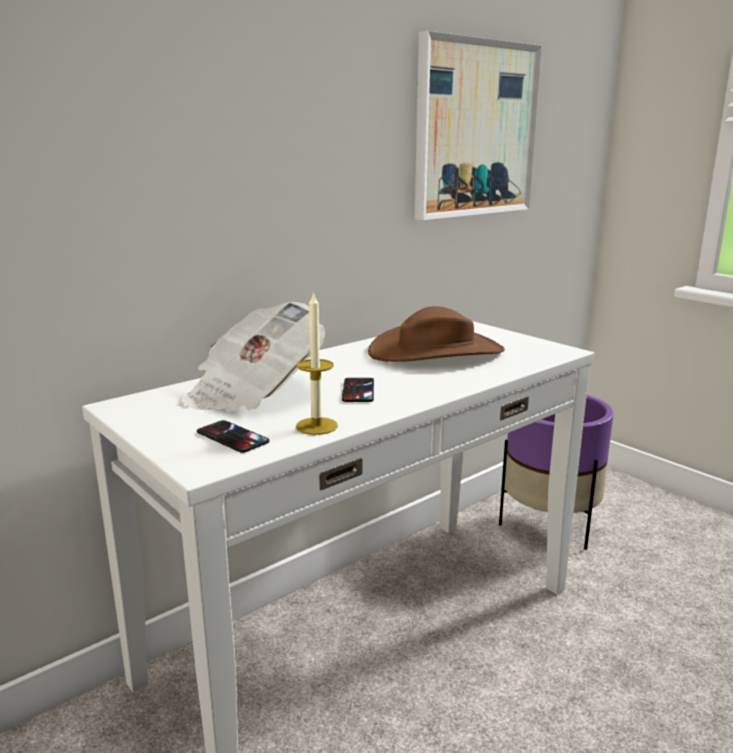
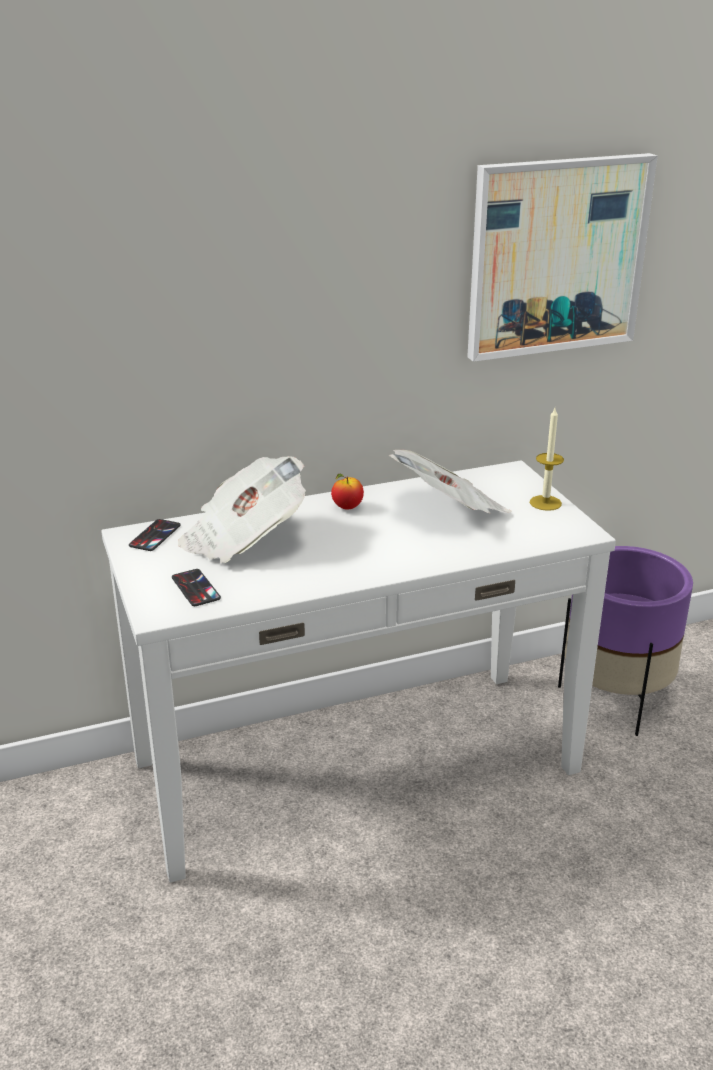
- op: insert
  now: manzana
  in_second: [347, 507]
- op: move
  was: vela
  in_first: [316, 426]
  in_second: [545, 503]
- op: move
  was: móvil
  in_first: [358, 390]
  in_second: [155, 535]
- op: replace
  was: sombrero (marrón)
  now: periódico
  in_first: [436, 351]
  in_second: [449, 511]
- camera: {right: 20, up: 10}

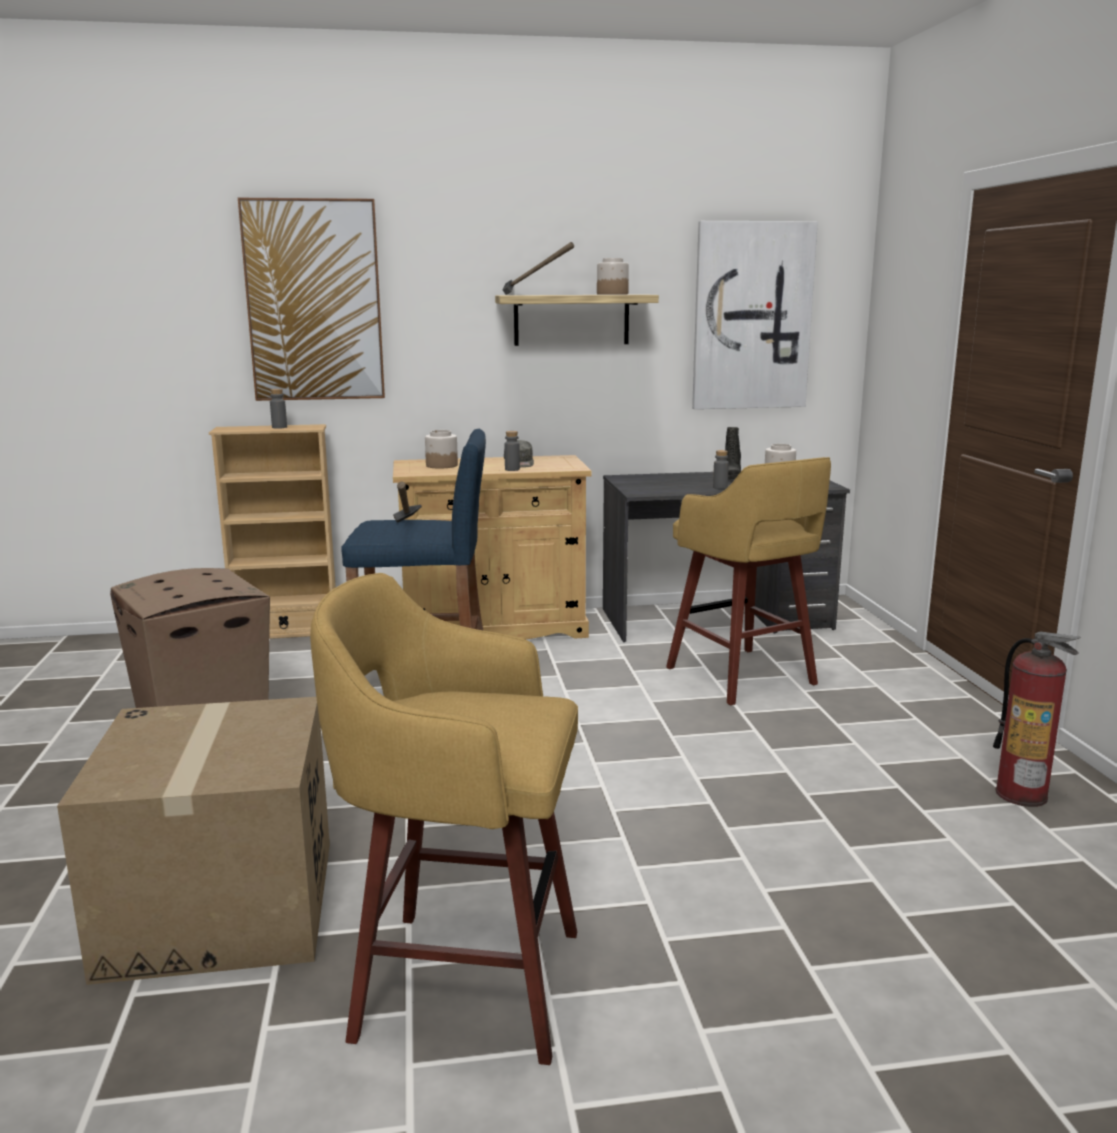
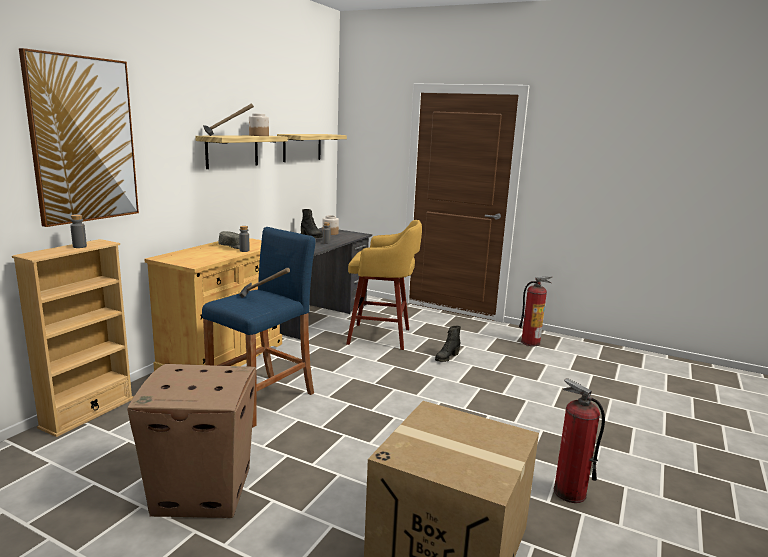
- op: delete
  was: tarro
  in_first: [441, 465]
- op: insert
  now: bota (negro)
  in_second: [446, 357]
- op: replace
  was: taburete (amarillo)
  now: extintor
  in_first: [461, 982]
  in_second: [569, 492]
- op: replace
  was: cuadro
  now: estante
  in_first: [752, 316]
  in_second: [302, 147]
- camera: {right: -55, up: 0}

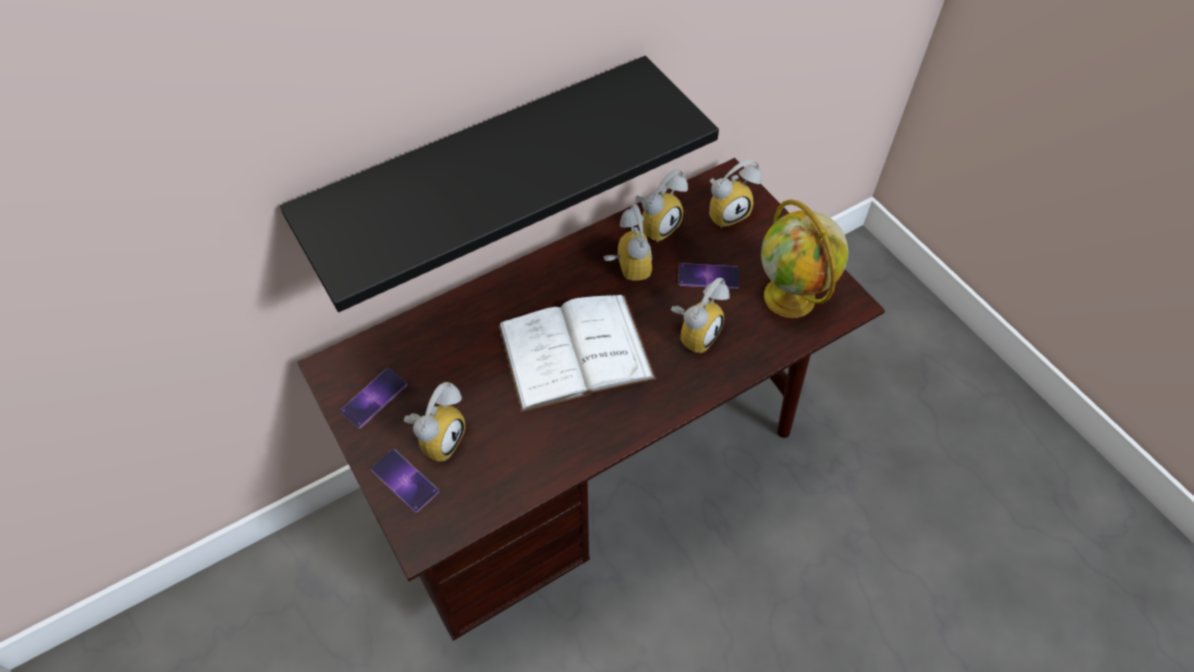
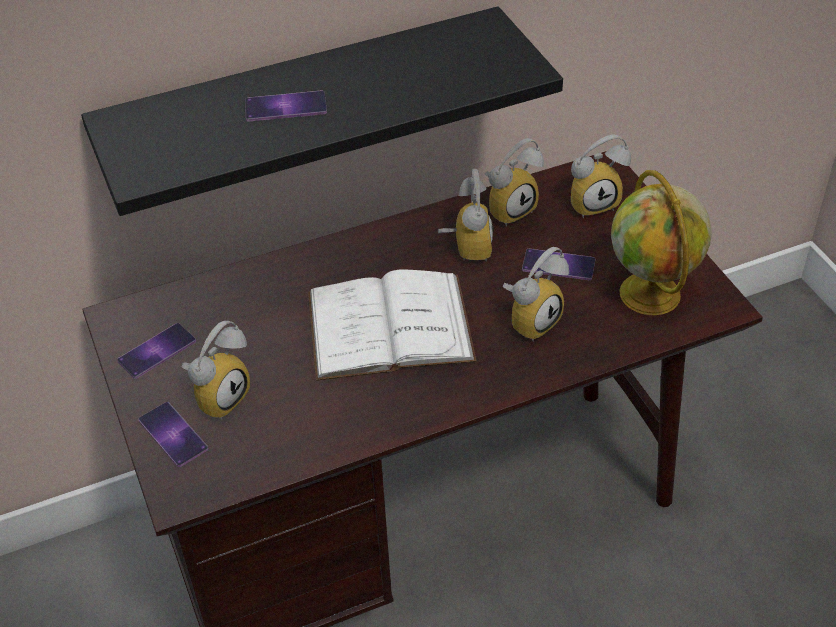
- op: insert
  now: móvil
  in_second: [285, 107]
- camera: {right: 10, up: -10}

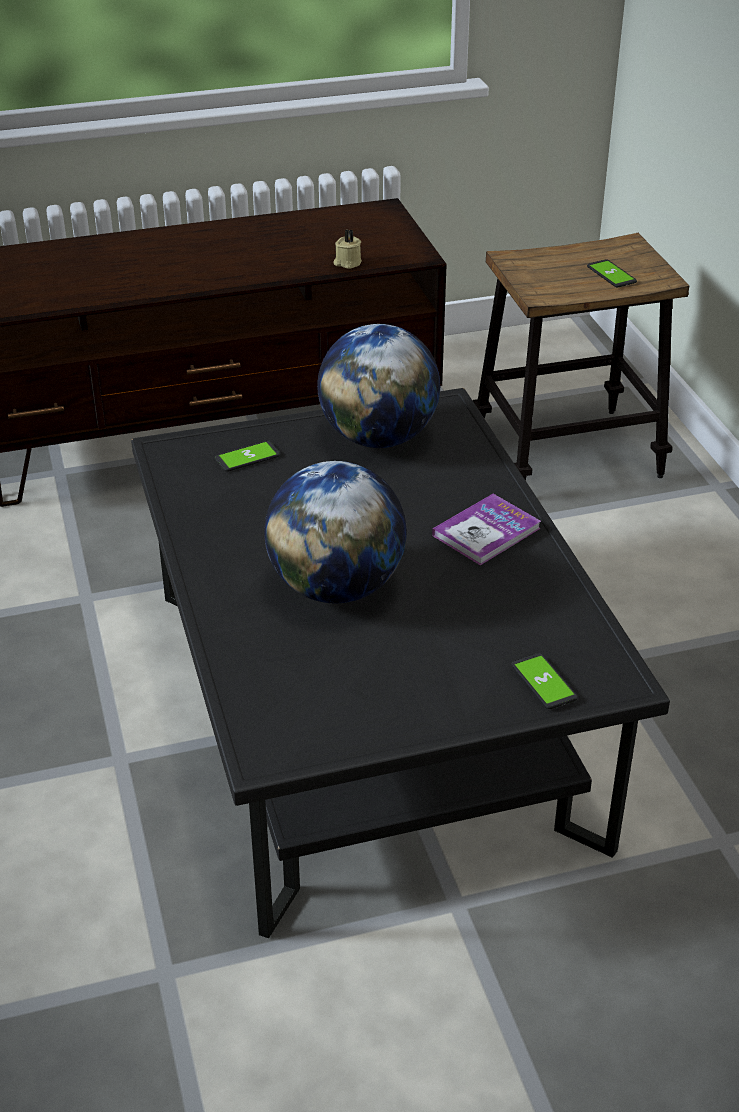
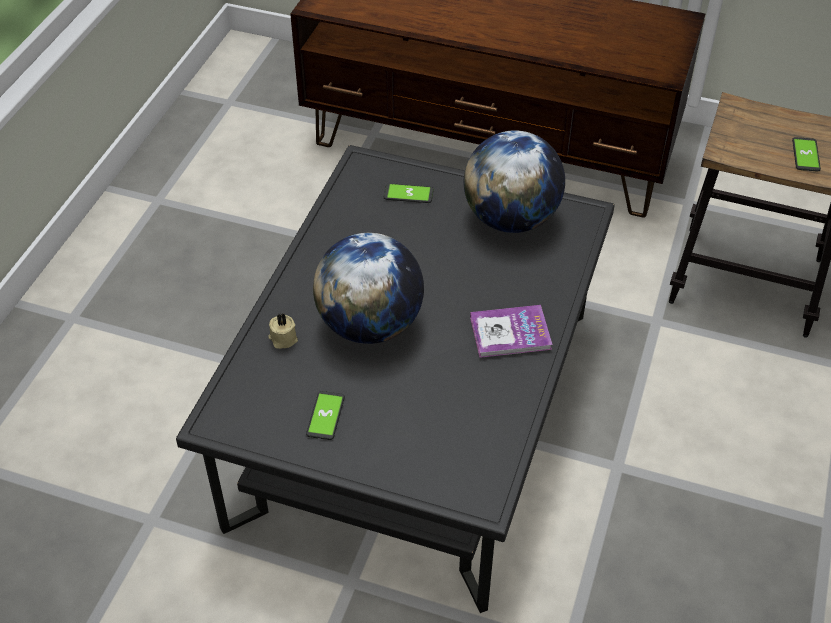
- op: move
  was: vela (beis)
  in_first: [347, 263]
  in_second: [283, 339]
- op: move
  was: móvil
  in_first: [544, 682]
  in_second: [325, 416]
- camera: {right: 35, up: 10}

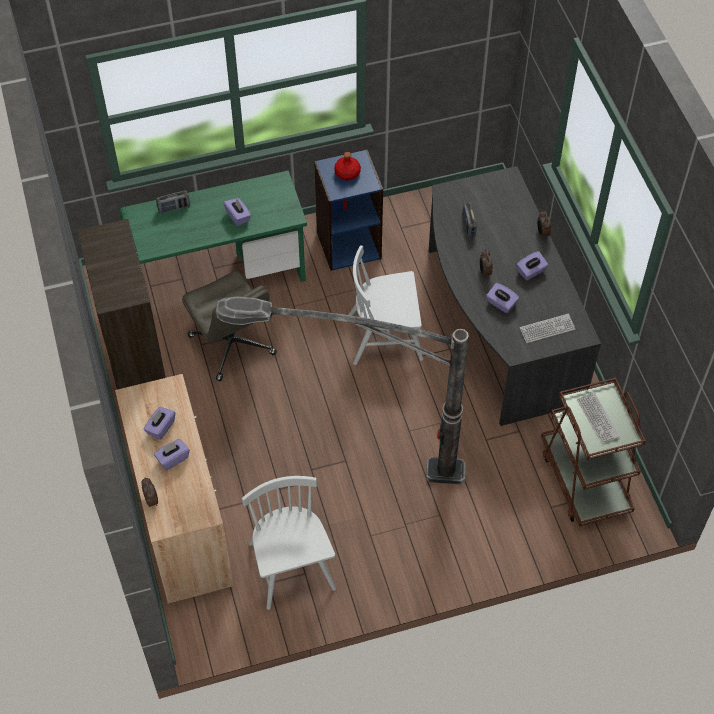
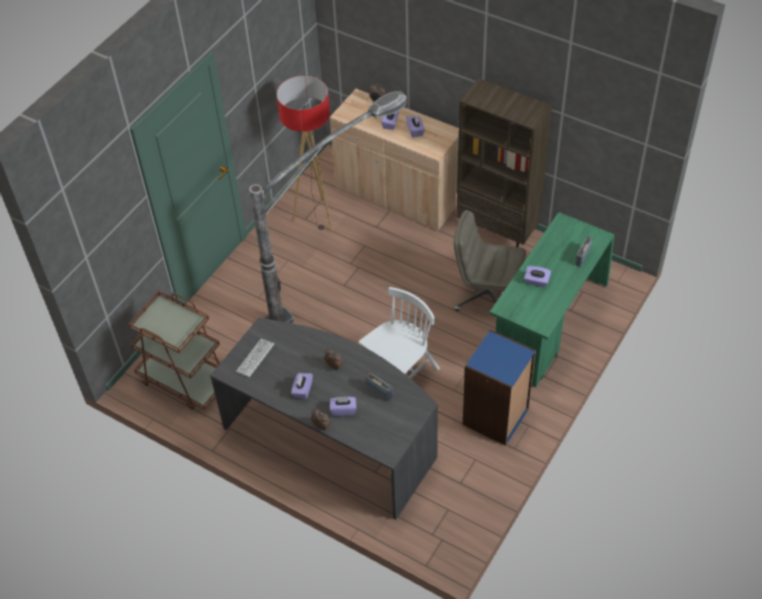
- op: delete
  was: botella (rojo)
  in_first: [347, 172]
- op: delete
  was: teclado
  in_first: [597, 418]
- op: move
  was: caja de pañuelos (morado)
  in_first: [501, 304]
  in_second: [343, 410]
- op: replace
  was: silla (blanco)
  now: lámpara de pie
  in_first: [291, 567]
  in_second: [315, 217]
- camera: {right: 140, up: -5}

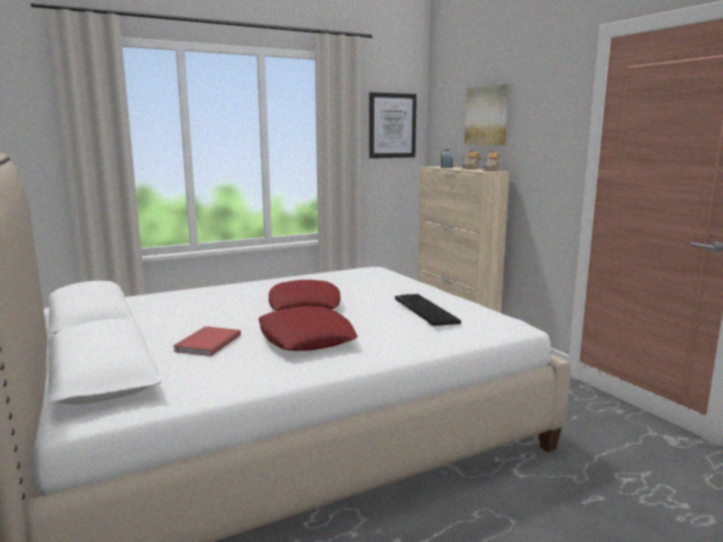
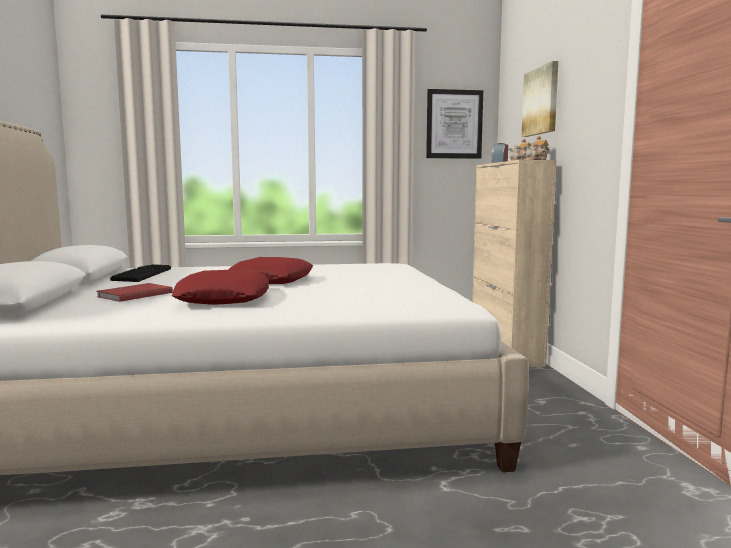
- op: move
  was: teclado
  in_first: [423, 311]
  in_second: [141, 274]
- camera: {right: 20, up: -5}

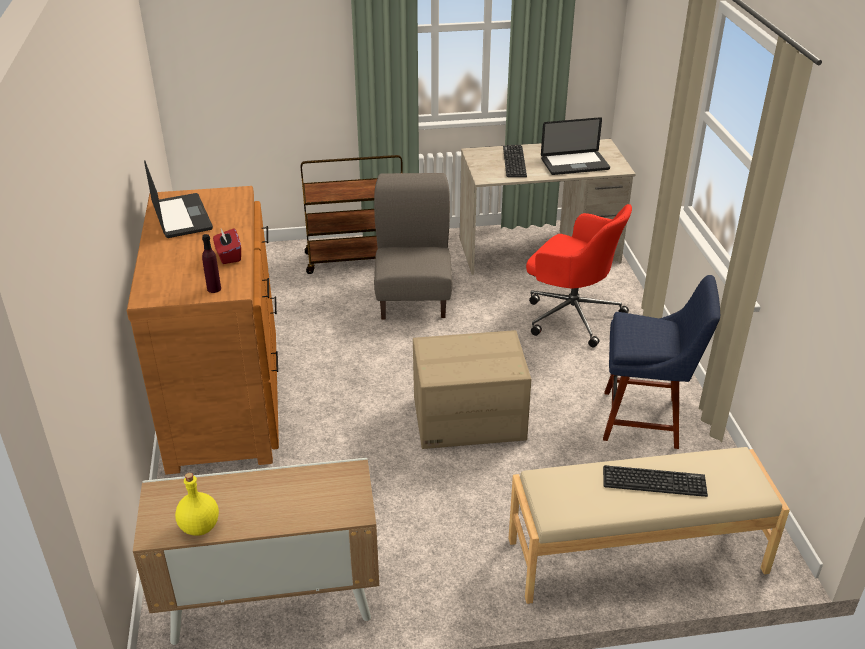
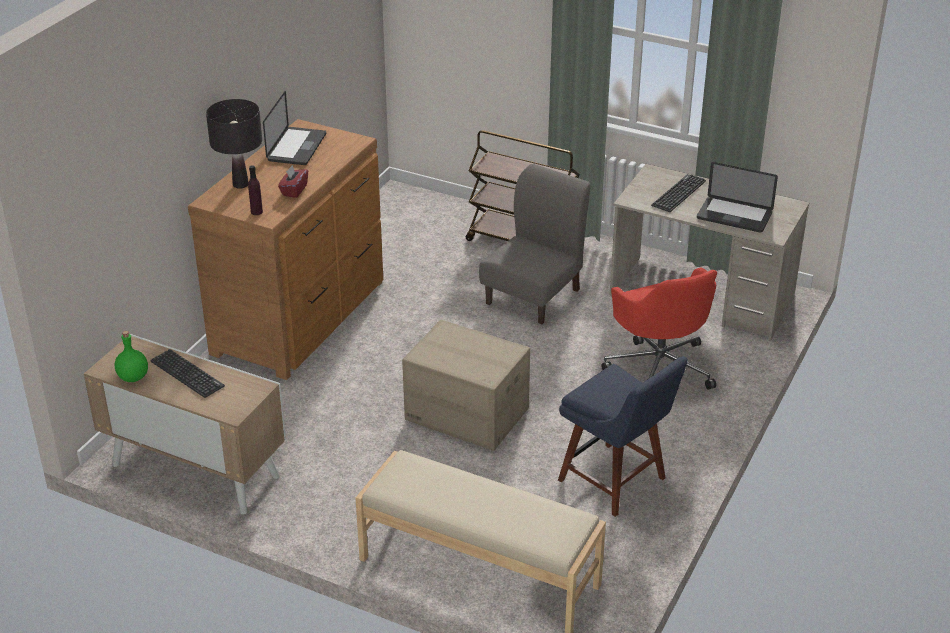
- op: insert
  now: lámpara de mesa (negro)
  in_second: [240, 185]
- op: move
  was: teclado
  in_first: [654, 481]
  in_second: [187, 374]
- op: recolor
  was: botella (amarillo)
  now: botella (verde)
  in_first: [199, 526]
  in_second: [133, 377]
- camera: {right: 35, up: 0}

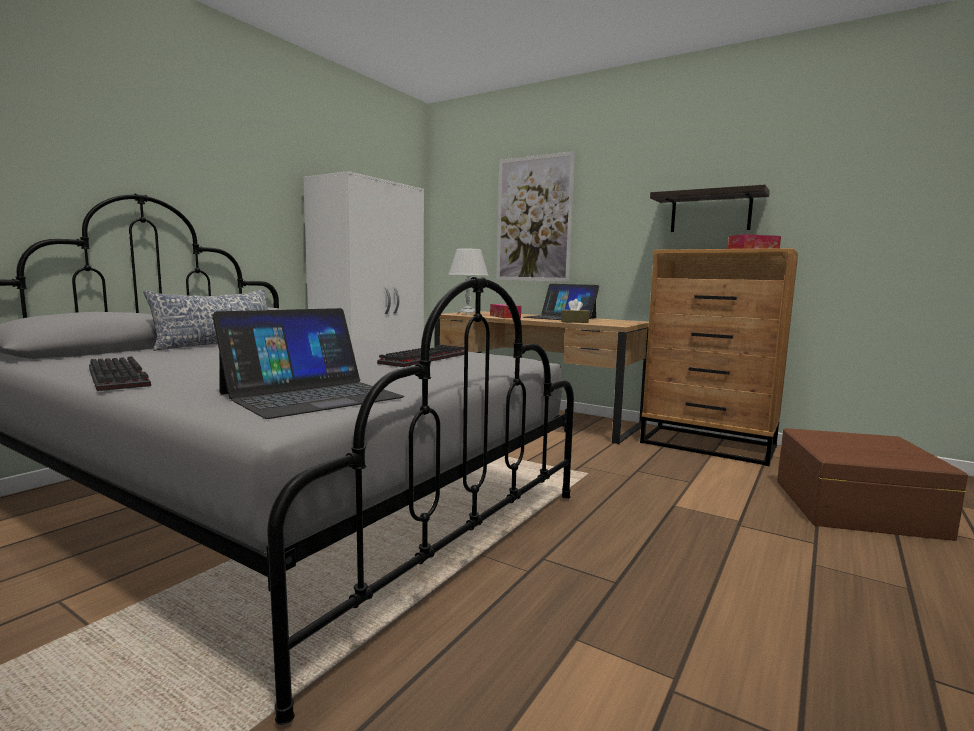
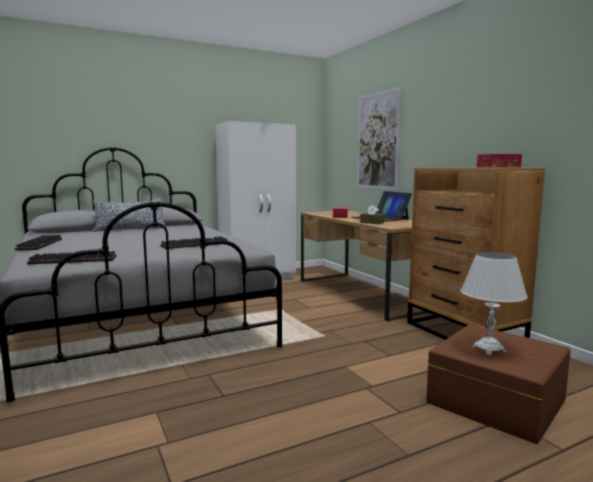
- op: delete
  was: estante
  in_first: [710, 212]
- op: move
  was: lámpara de mesa (blanco)
  in_first: [467, 314]
  in_second: [488, 349]
- op: replace
  was: portátil
  now: teclado
  in_first: [310, 395]
  in_second: [75, 260]
- camera: {right: 30, up: 0}

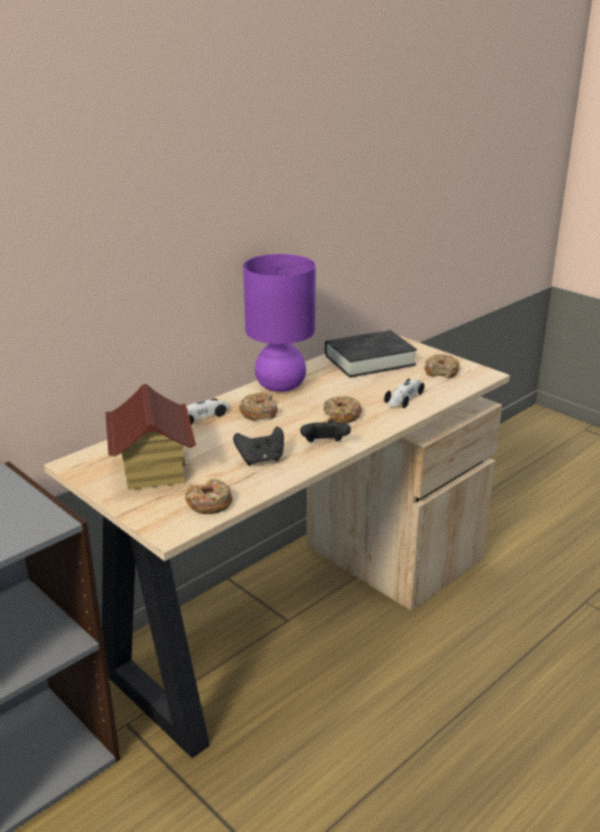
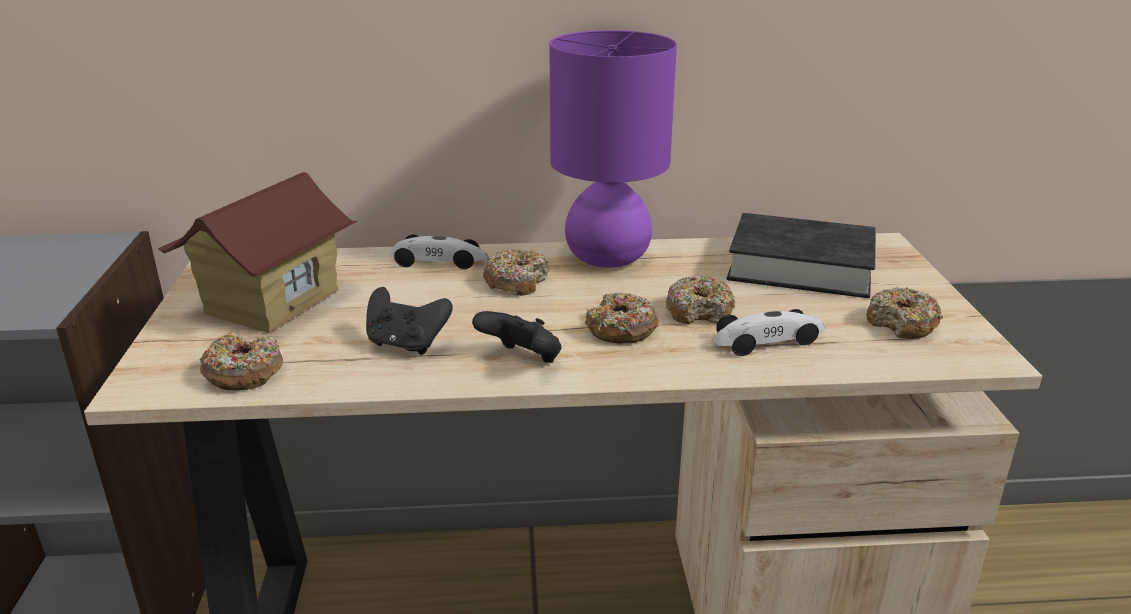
- op: insert
  now: rosquilla
  in_second: [699, 311]
- camera: {right: 40, up: 0}

